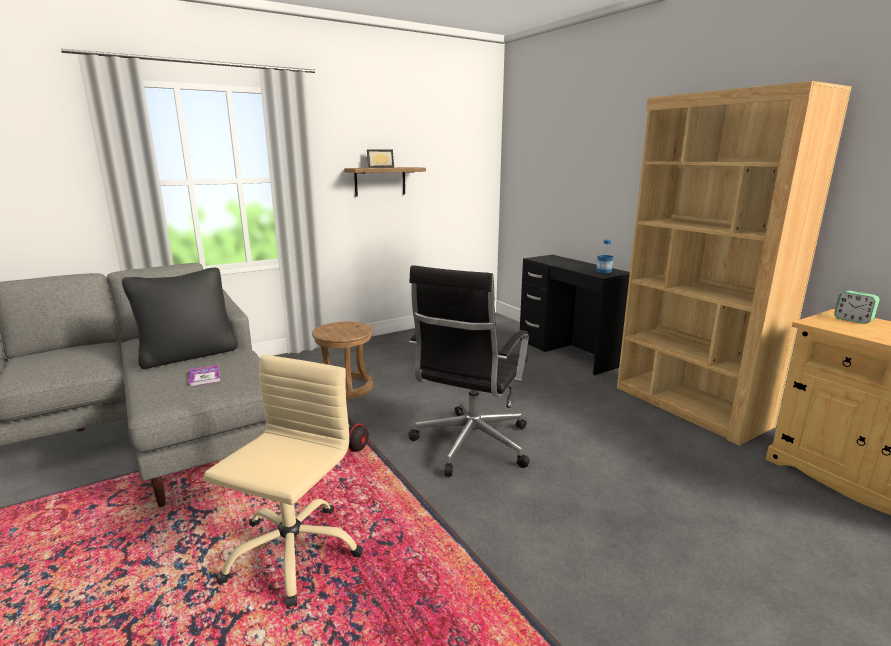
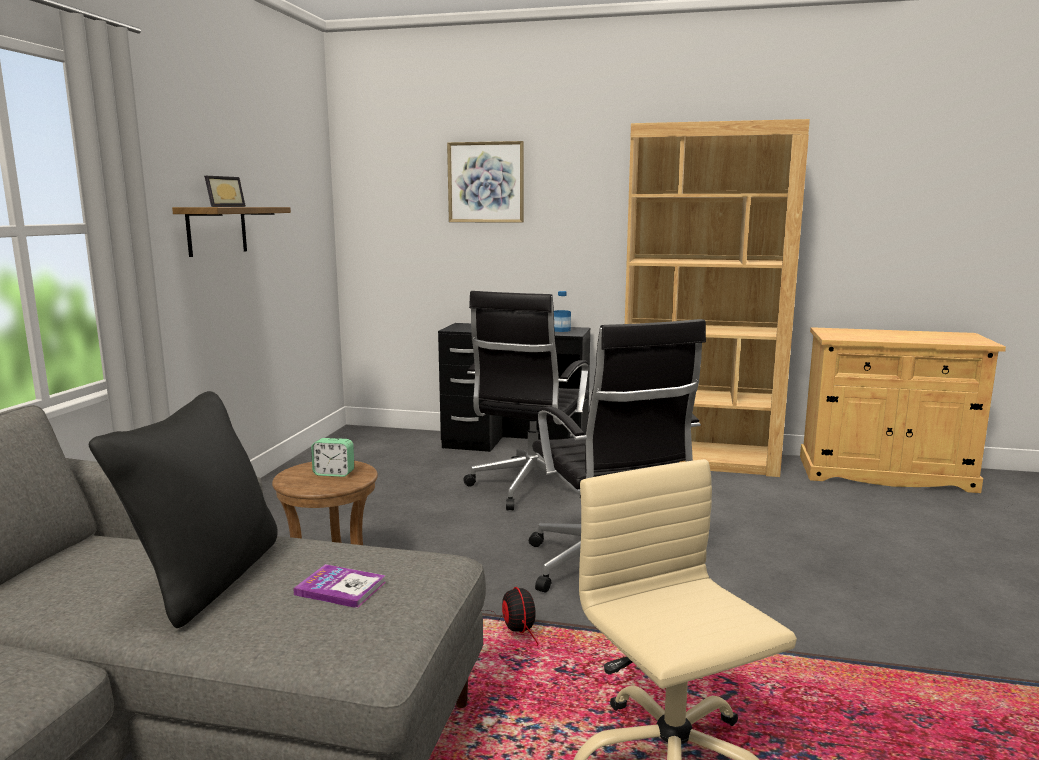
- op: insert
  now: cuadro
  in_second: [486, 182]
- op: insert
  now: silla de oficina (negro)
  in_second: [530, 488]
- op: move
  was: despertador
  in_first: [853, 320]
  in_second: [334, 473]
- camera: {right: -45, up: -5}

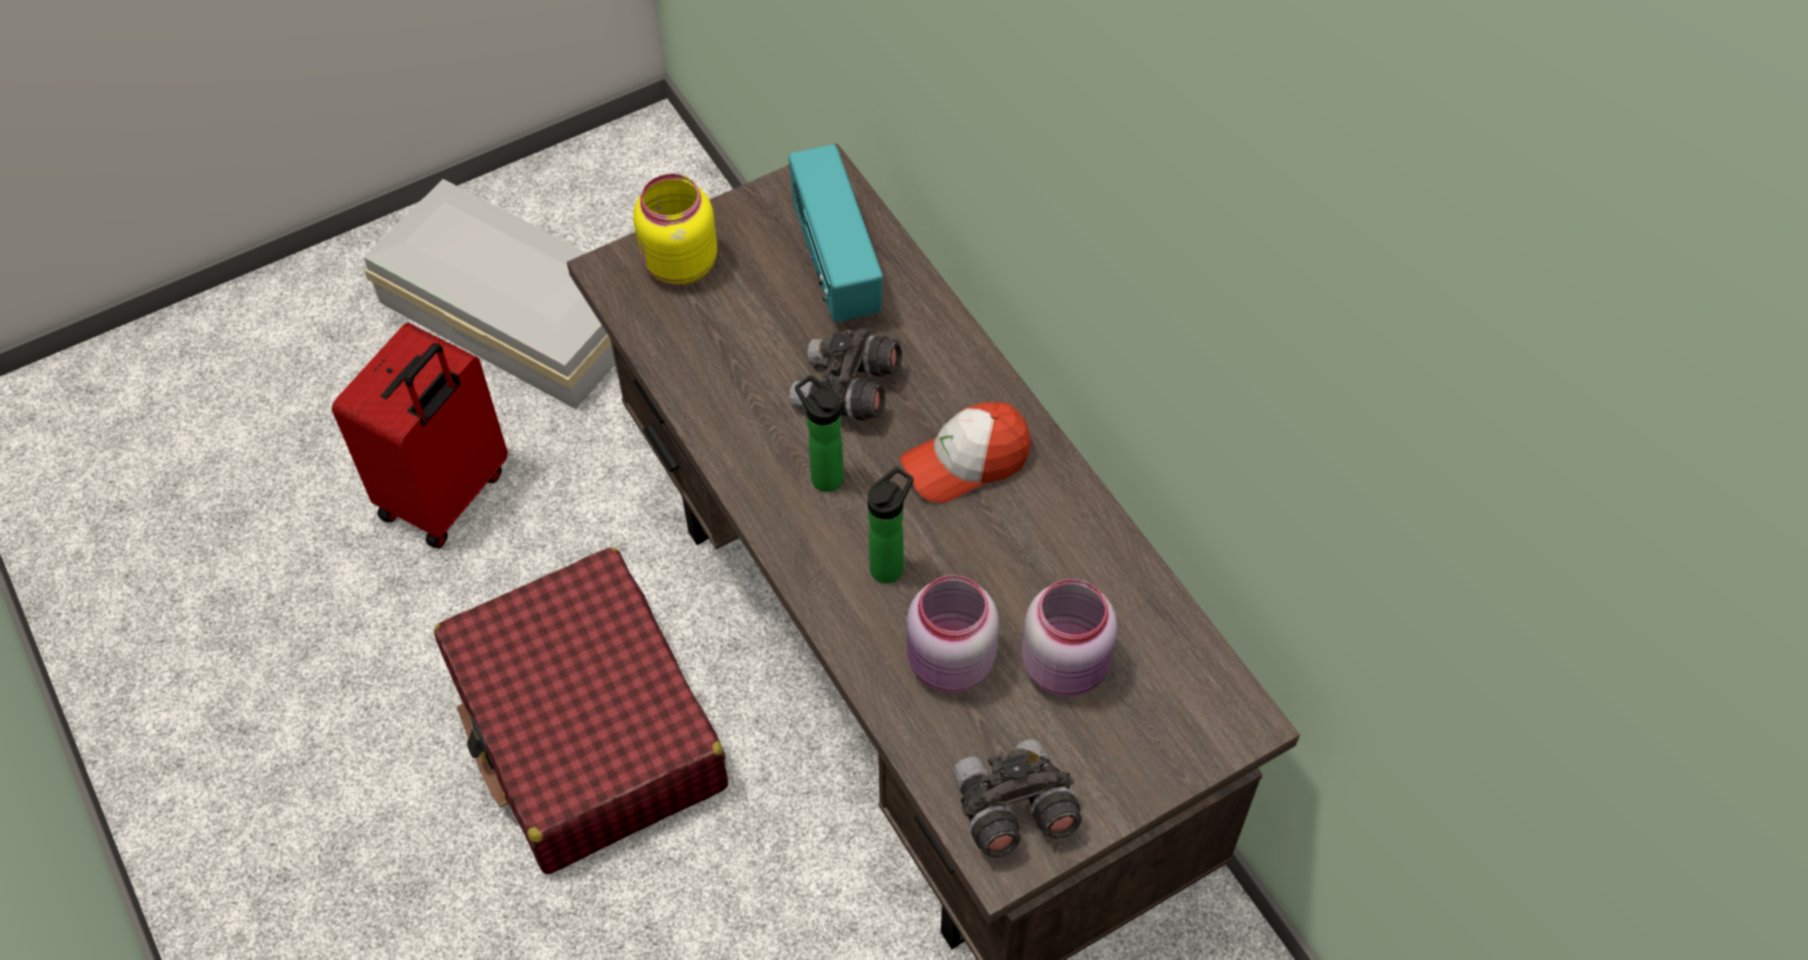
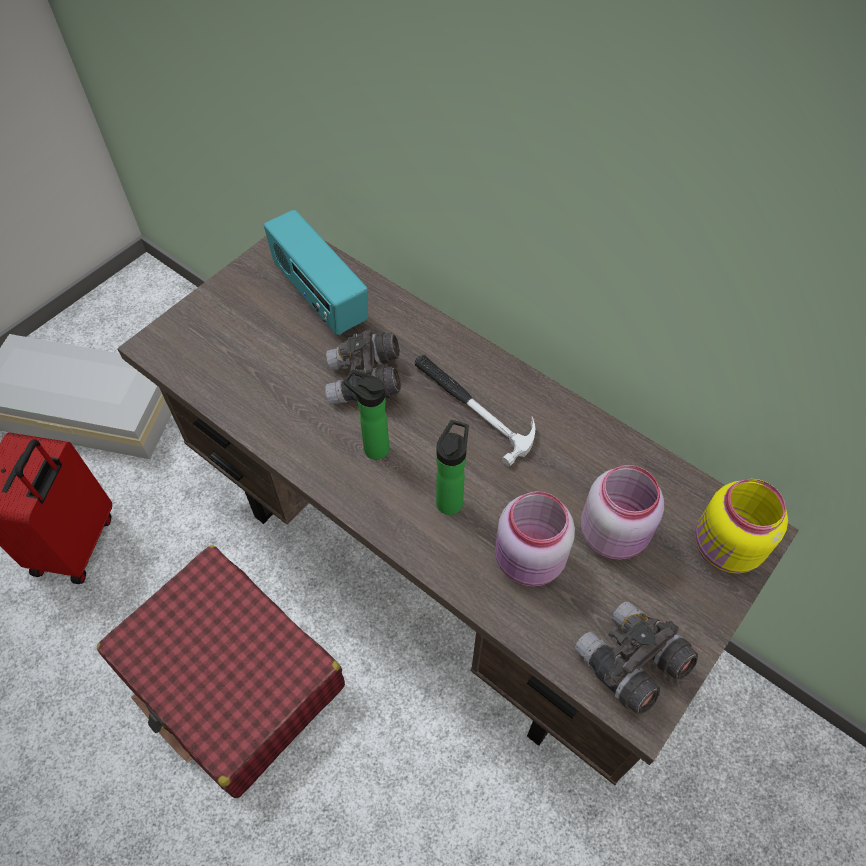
- op: move
  was: tarro (amarillo)
  in_first: [678, 265]
  in_second: [724, 549]
- op: replace
  was: gorra
  now: martillo
  in_first: [966, 462]
  in_second: [472, 406]
- camera: {right: -20, up: 0}

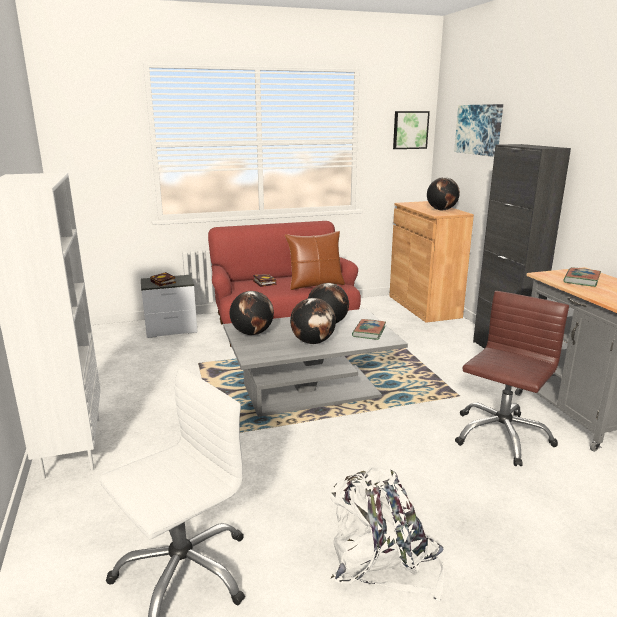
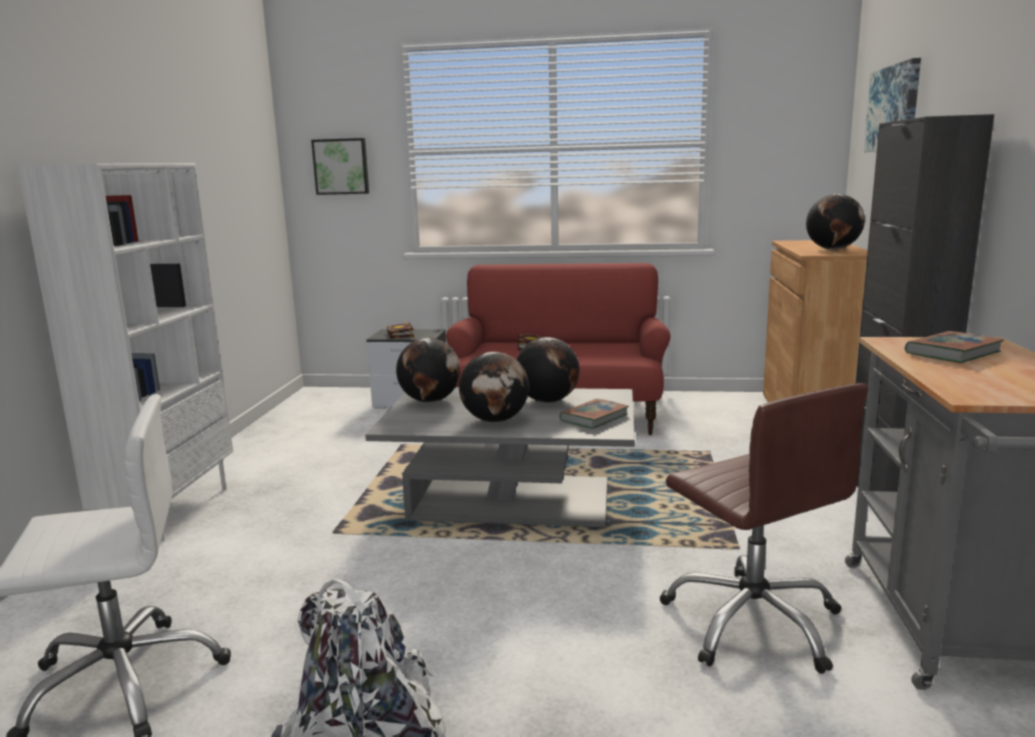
- op: delete
  was: cojín (marrón)
  in_first: [315, 285]
- op: move
  was: cuadro
  in_first: [410, 130]
  in_second: [341, 166]
- op: rotate
  was: silla de oficina (marrón)
  in_first: [500, 435]
  in_second: [753, 622]
  clockwise: 90
- camera: {right: 25, up: -5}

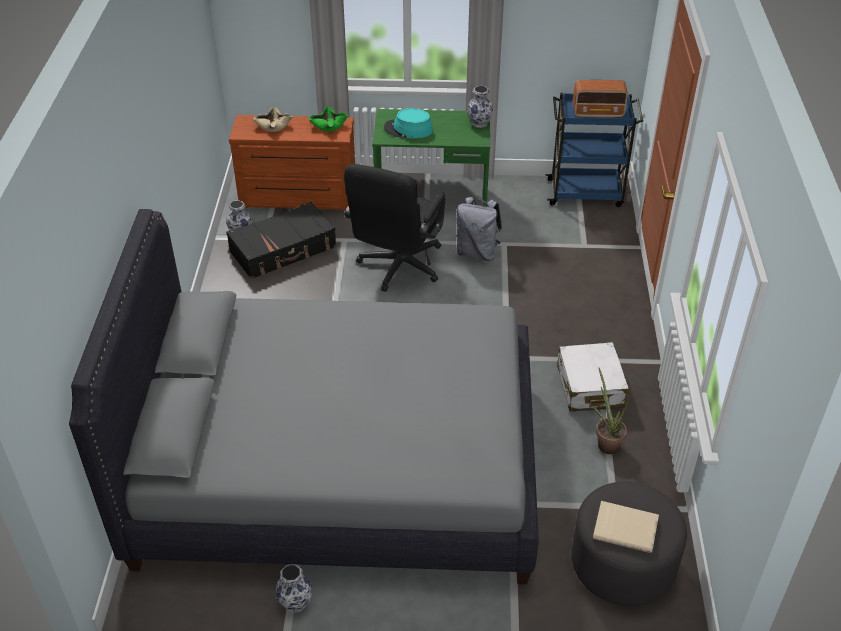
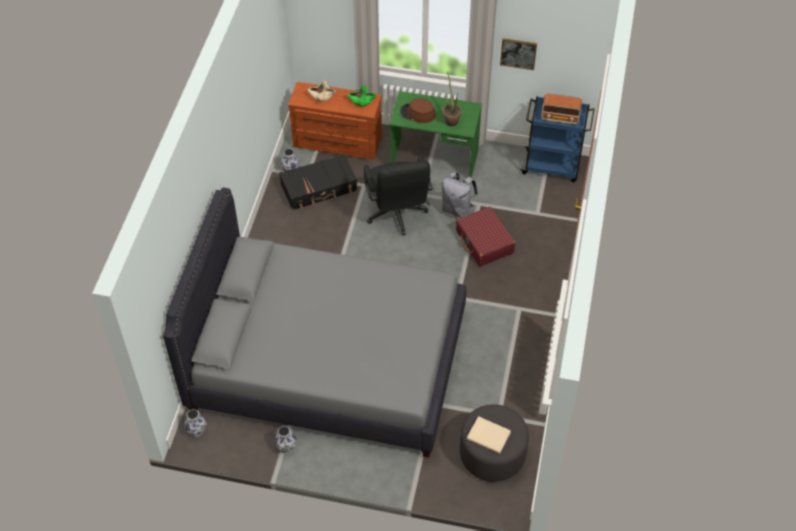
- op: delete
  was: maleta (blanco)
  in_first: [590, 387]
- op: insert
  now: maleta (rojo)
  in_second: [484, 242]
- op: insert
  now: cuadro
  in_second: [518, 53]
- op: move
  was: florero
  in_first: [480, 123]
  in_second: [197, 430]
- op: move
  was: planta en maceta
  in_first: [606, 442]
  in_second: [450, 119]
- op: recolor
  was: sombrero (turquesa)
  now: sombrero (marrón)
  in_first: [408, 129]
  in_second: [417, 113]
- op: rotate
  was: silla de oficina (negro)
  in_first: [397, 269]
  in_second: [397, 215]
  clockwise: -45
- camera: {right: 10, up: 10}

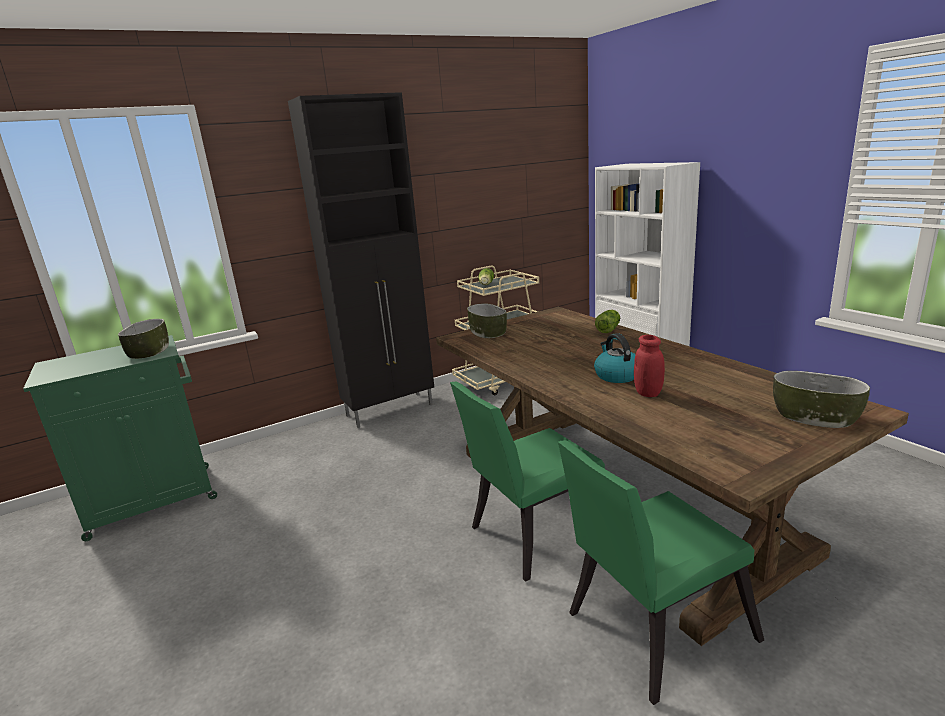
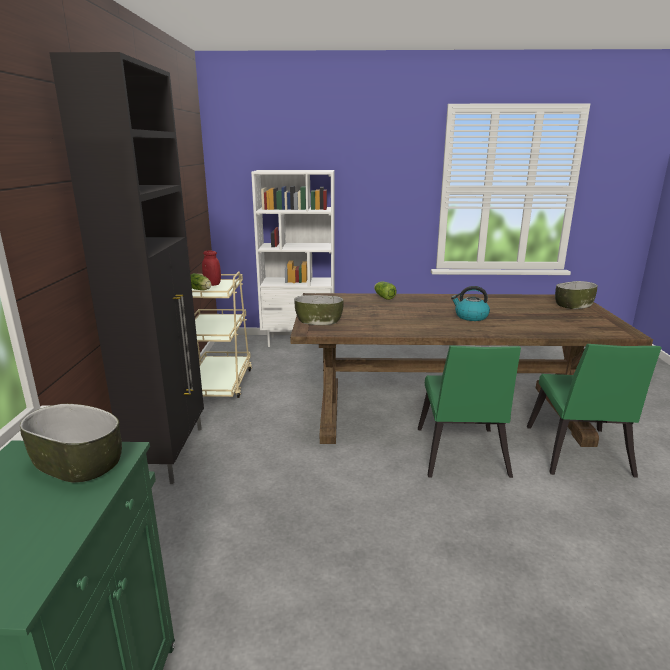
- op: move
  was: tarro (rojo)
  in_first: [648, 393]
  in_second: [212, 284]
- camera: {right: -60, up: 0}

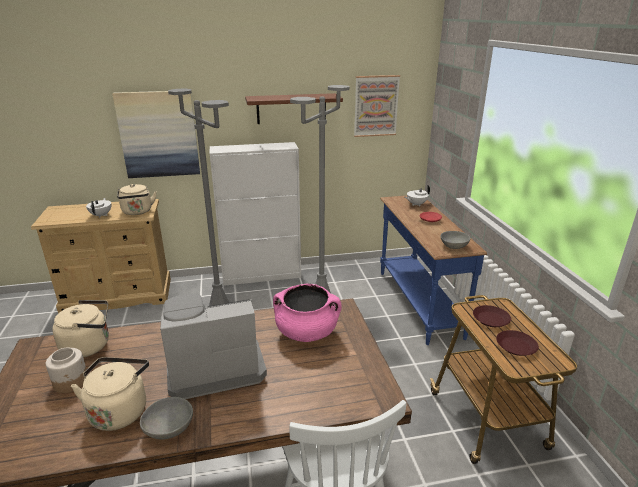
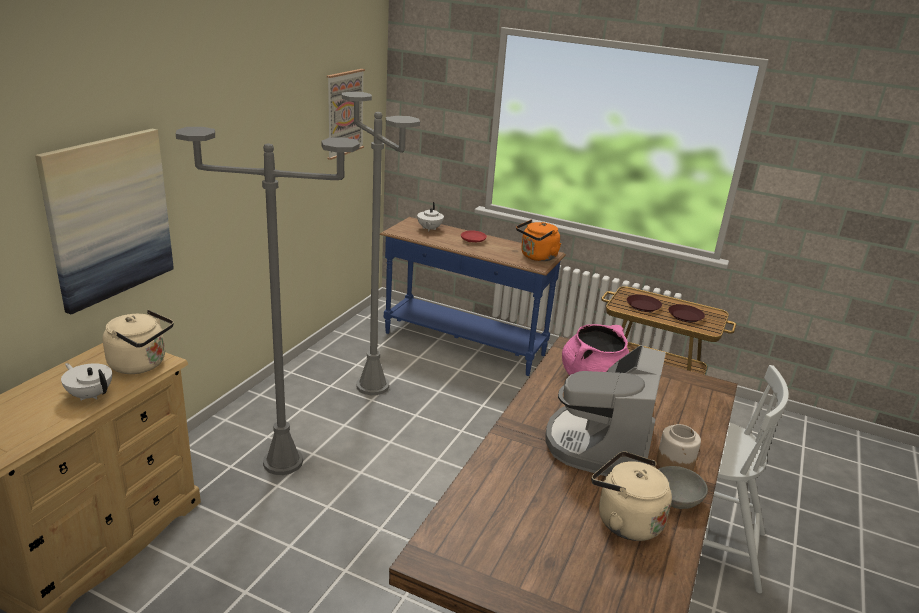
- op: delete
  was: hervidor (beis)
  in_first: [89, 346]
- op: delete
  was: armario (blanco)
  in_first: [262, 275]
- op: delete
  was: estante (marrón)
  in_first: [291, 108]
- op: move
  was: tarro
  in_first: [71, 382]
  in_second: [675, 464]
- op: replace
  was: cuenco (gris)
  now: hervidor (naranja)
  in_first: [453, 246]
  in_second: [537, 257]
- camera: {right: -55, up: 0}

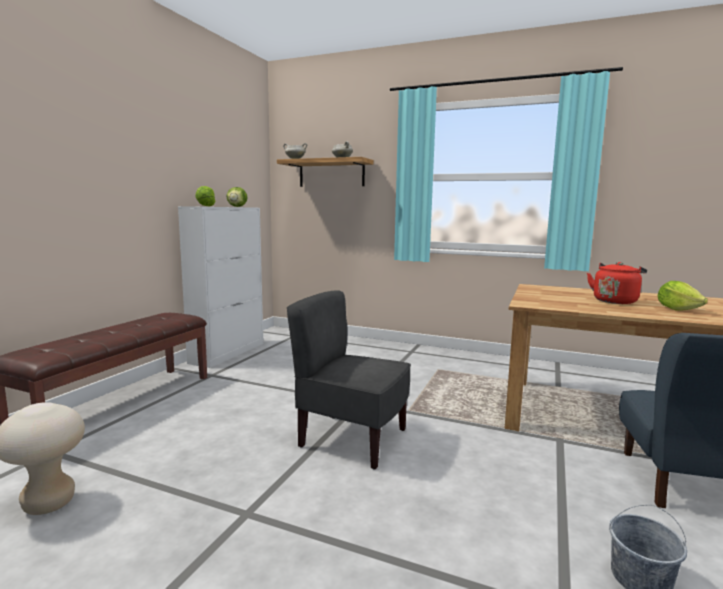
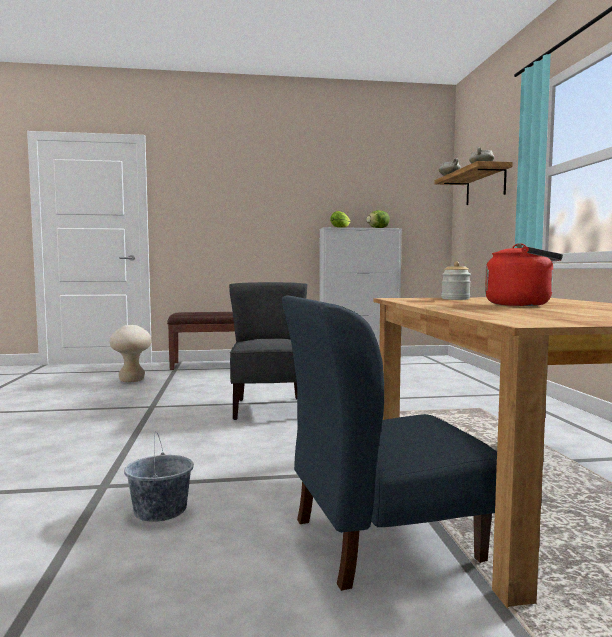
- op: delete
  was: lechuga
  in_first: [677, 309]
- op: insert
  now: tarro
  in_second: [455, 299]
- camera: {right: 60, up: -5}

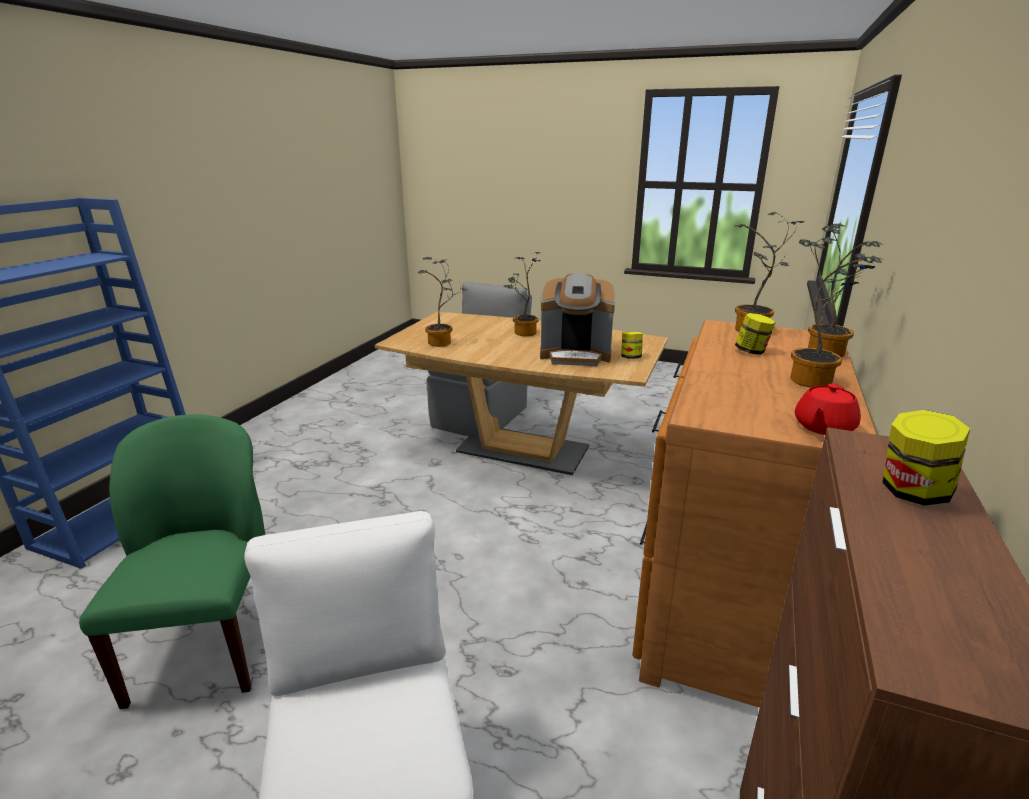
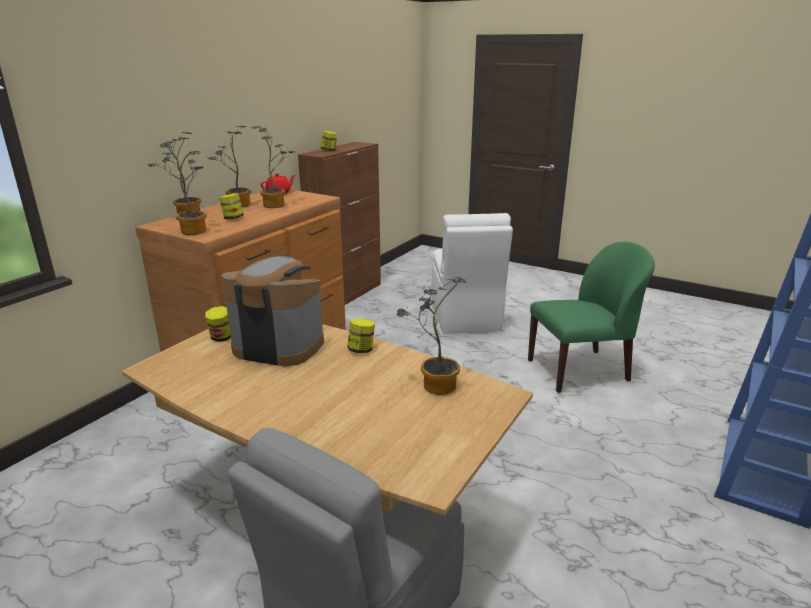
- op: insert
  now: tarro
  in_second: [361, 350]
- op: move
  was: planta en maceta
  in_first: [522, 333]
  in_second: [277, 205]
- op: rotate
  was: silla (verde)
  in_first: [209, 641]
  in_second: [580, 370]
  clockwise: -105
- camera: {right: -170, up: 0}

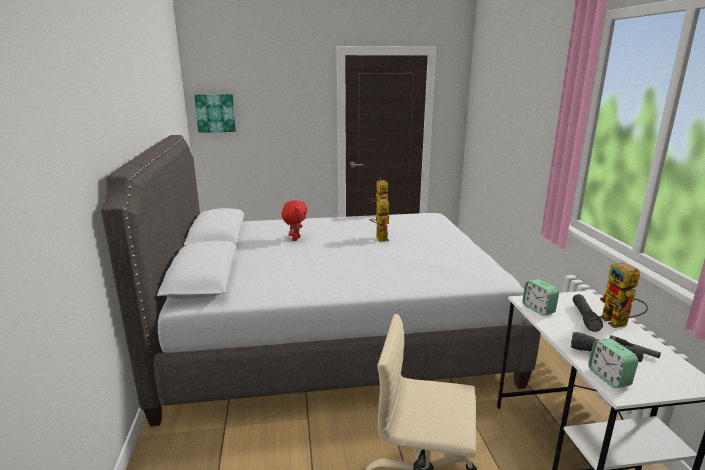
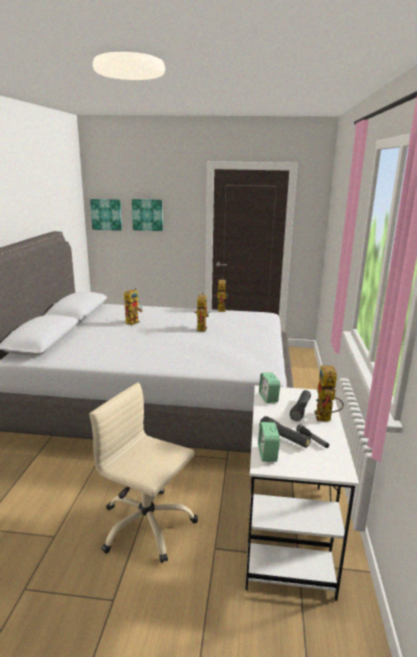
- op: insert
  now: cuadro
  in_second: [147, 214]
- op: replace
  was: peluche (rojo)
  now: robot de juguete
  in_first: [295, 239]
  in_second: [133, 321]
- camera: {right: 15, up: 0}

